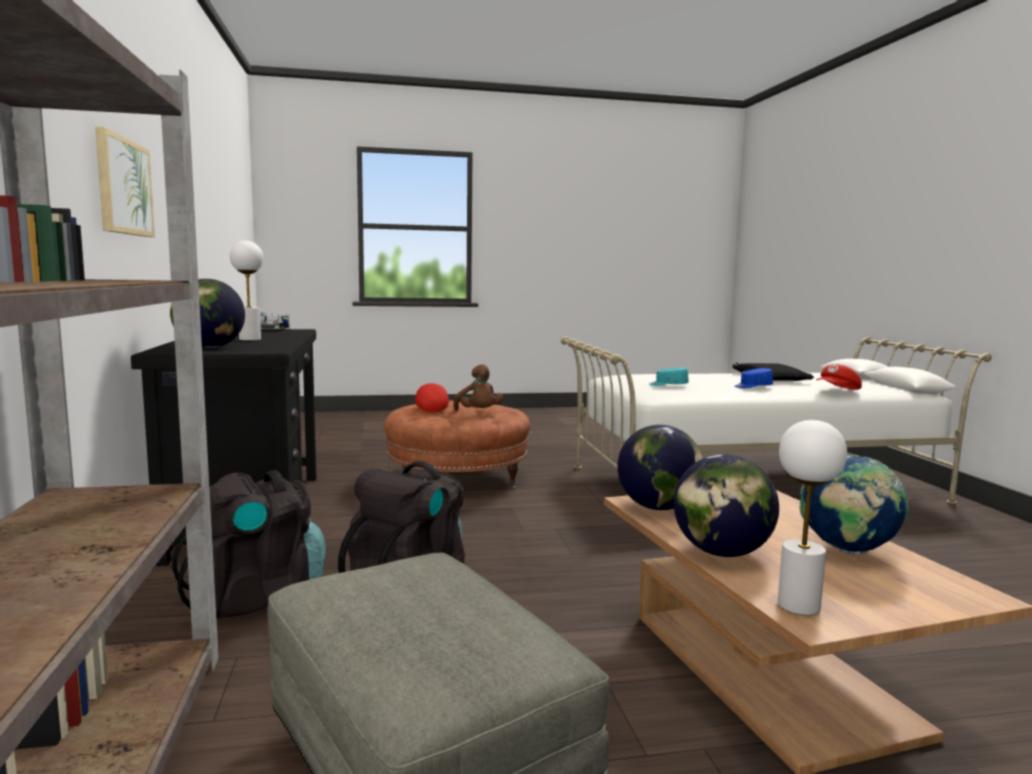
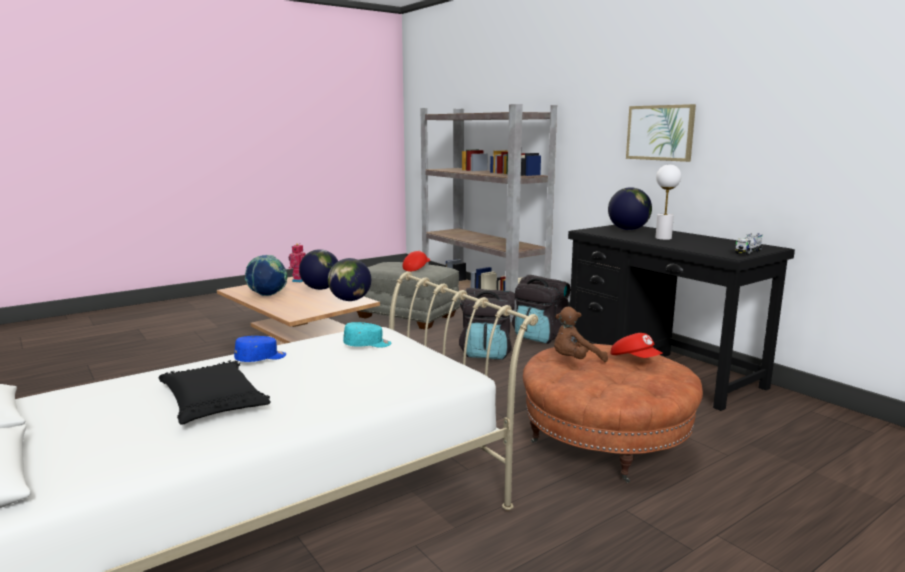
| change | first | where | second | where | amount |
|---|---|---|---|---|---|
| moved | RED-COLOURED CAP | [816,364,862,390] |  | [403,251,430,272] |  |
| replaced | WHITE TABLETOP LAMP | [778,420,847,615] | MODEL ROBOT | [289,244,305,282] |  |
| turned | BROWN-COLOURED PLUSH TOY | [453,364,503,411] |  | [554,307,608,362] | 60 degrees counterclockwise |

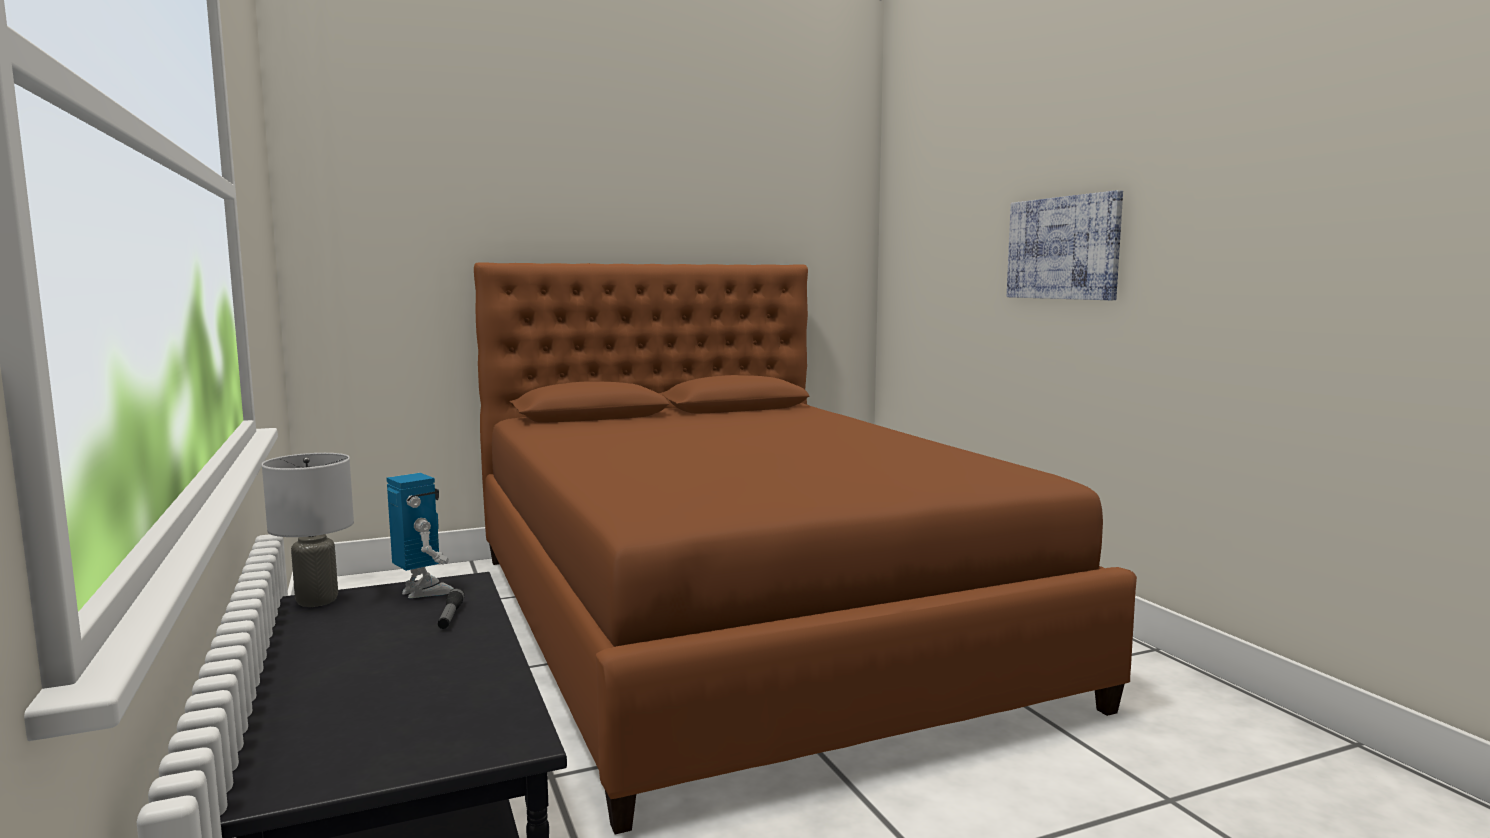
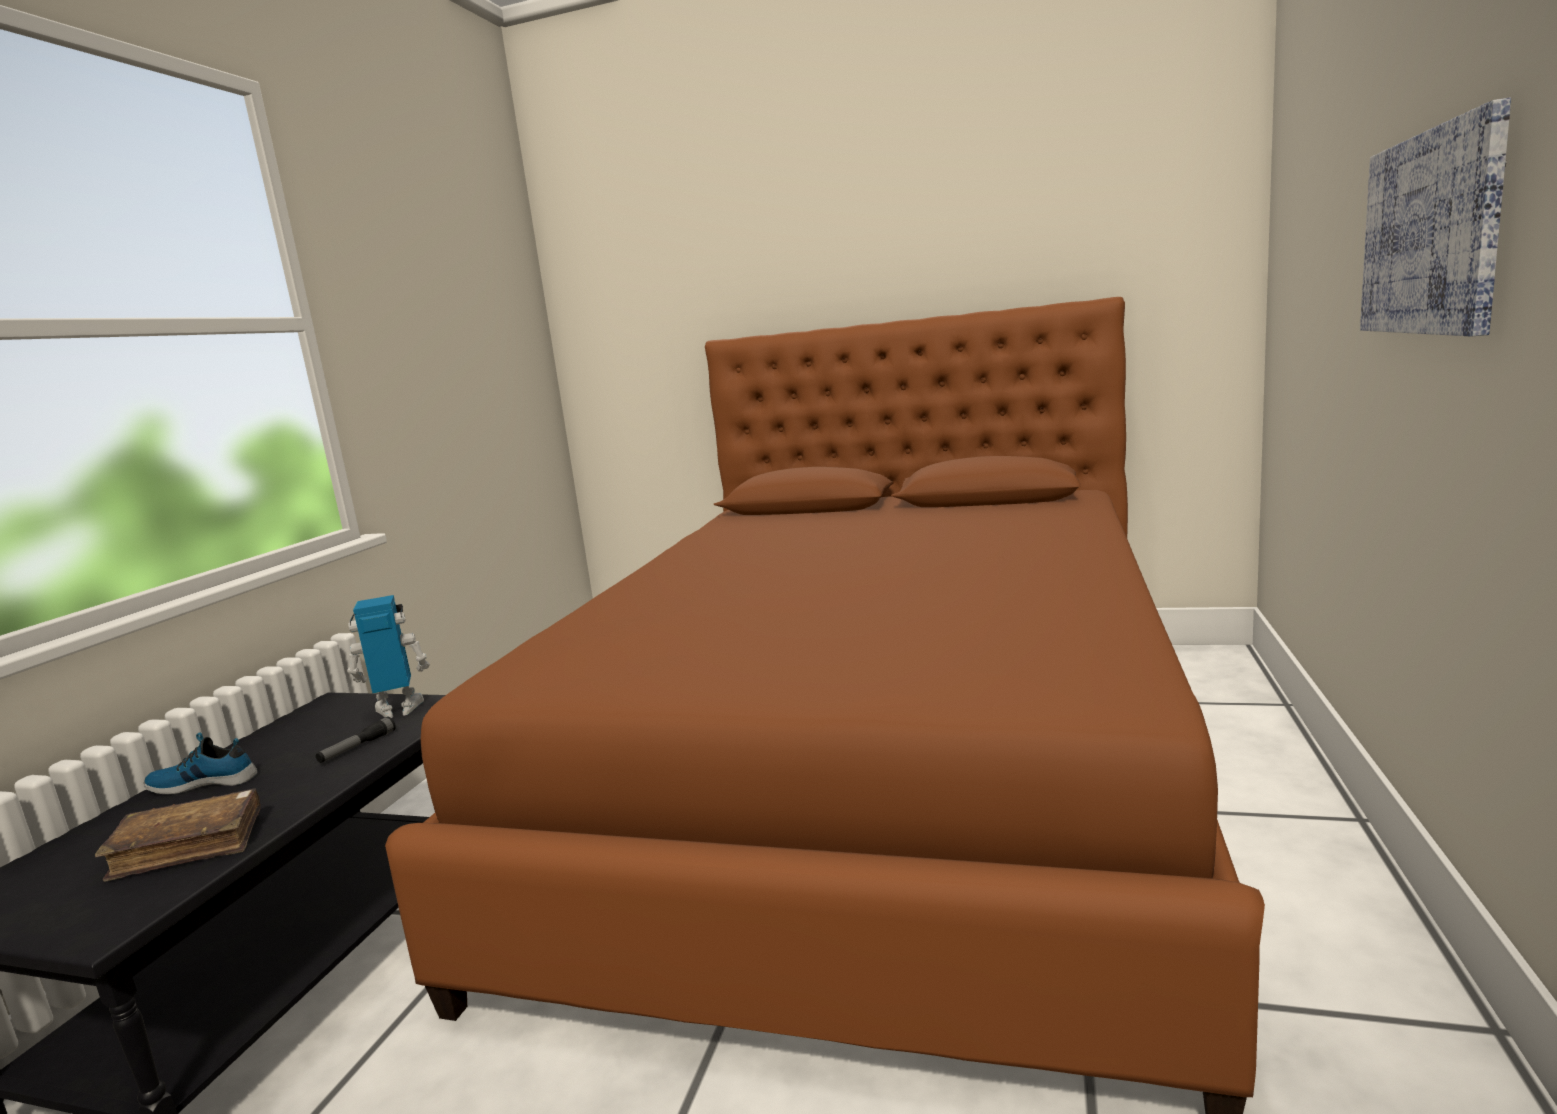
| change | first | where | second | where | amount |
|---|---|---|---|---|---|
| removed | WHITE TABLETOP LAMP | [262,453,354,607] |  |  |  |
| added |  |  | BROWN-COLOURED BOUND BOOK | [95,788,261,882] |  |
| added |  |  | SHOE | [144,733,258,794] |  |
| turned | MODEL ROBOT | [386,473,454,598] |  | [347,595,430,718] | 105 degrees counterclockwise |

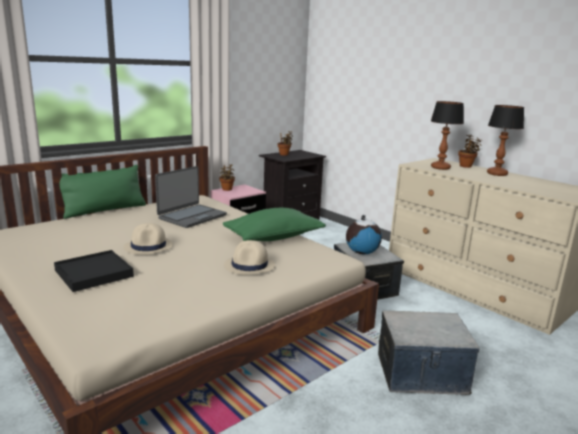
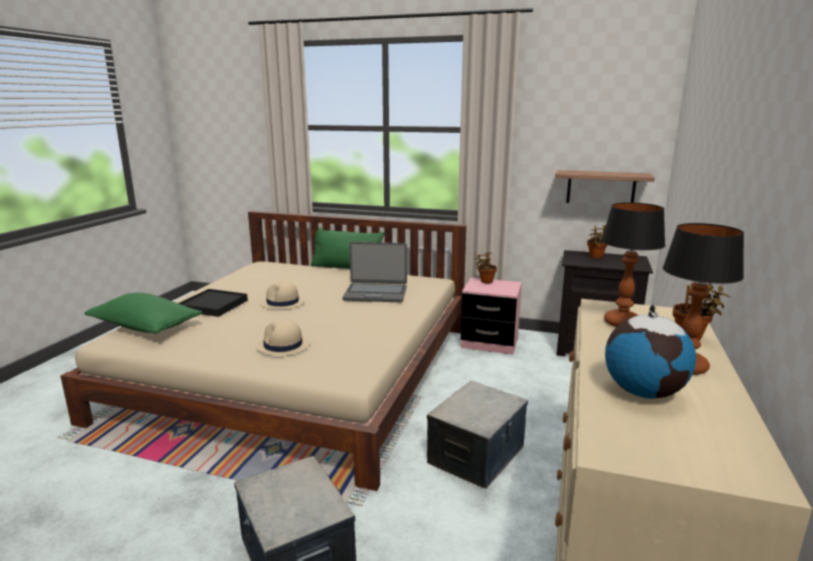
| change | first | where | second | where | amount |
|---|---|---|---|---|---|
| added |  |  | SHELF | [555,170,655,203] |  |
| moved | GREEN CUSHION | [223,208,326,241] |  | [85,293,202,334] |  |
| moved | WORLD GLOBE | [346,215,382,255] |  | [605,305,696,399] |  |

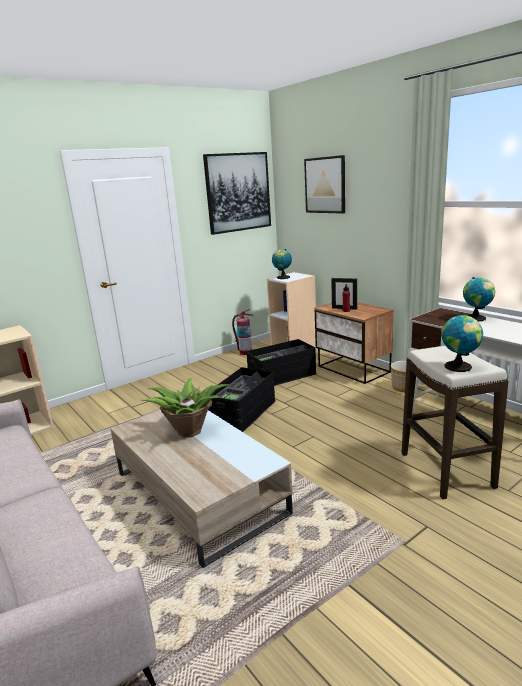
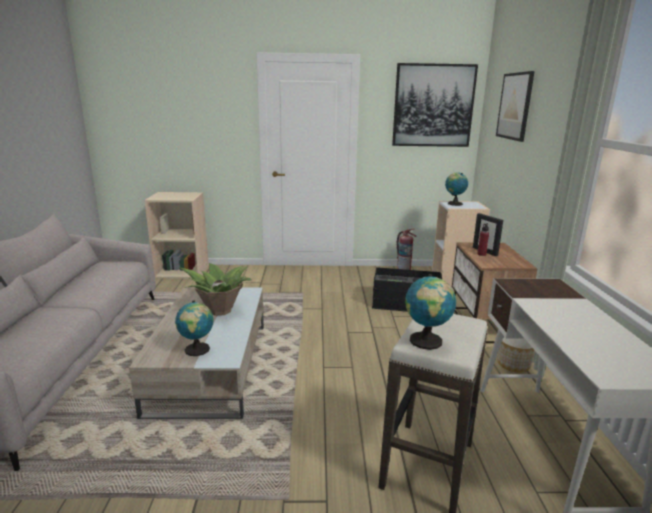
| change | first | where | second | where | amount |
|---|---|---|---|---|---|
| removed | BLACK-COLOURED STORAGE BOX | [208,367,276,432] |  |  |  |
| moved | WORLD GLOBE | [463,277,495,321] |  | [175,300,214,356] |  |

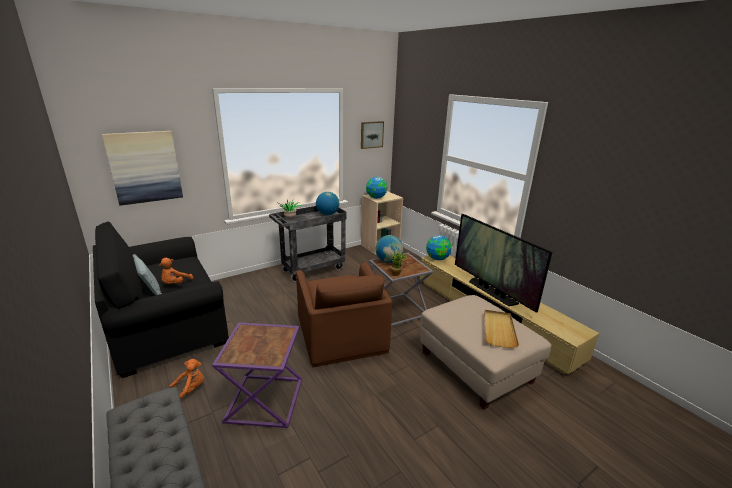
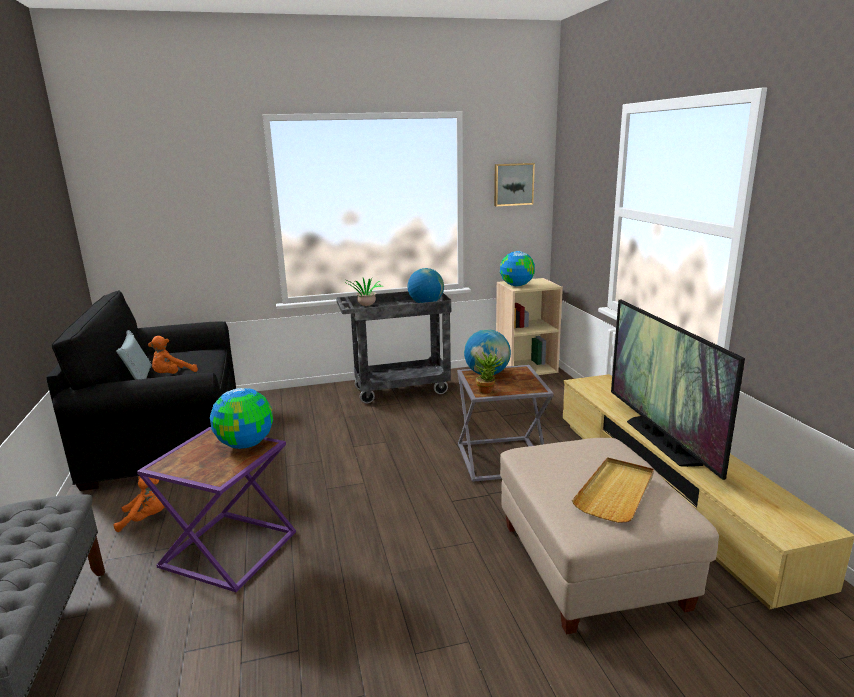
| change | first | where | second | where | amount |
|---|---|---|---|---|---|
| removed | WALL ART | [102,131,183,206] |  |  |  |
| removed | BROWN-COLOURED LOUNGE CHAIR | [296,262,392,368] |  |  |  |
| moved | WORLD GLOBE | [426,235,452,260] |  | [210,388,273,449] |  |

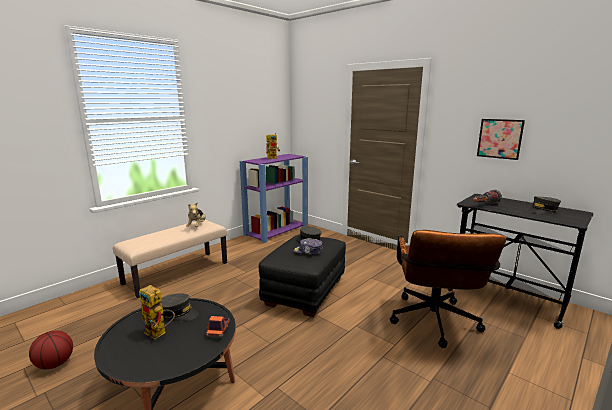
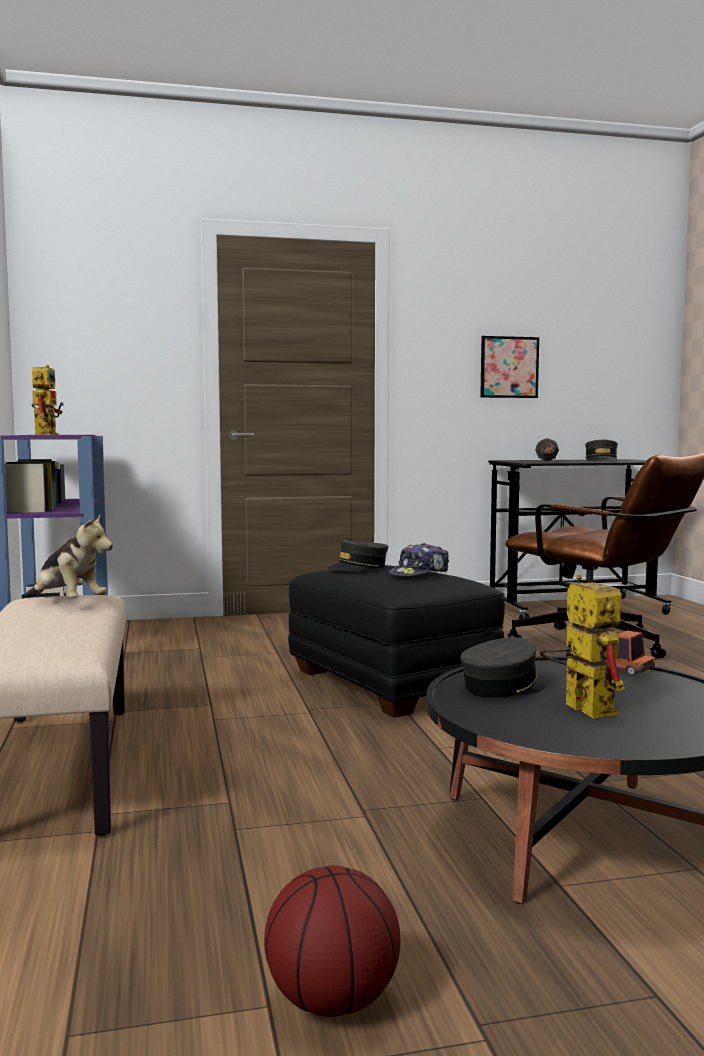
| change | first | where | second | where | amount |
|---|---|---|---|---|---|
| turned | MODEL ROBOT | [139,285,175,340] |  | [540,575,625,719] | 90 degrees counterclockwise |

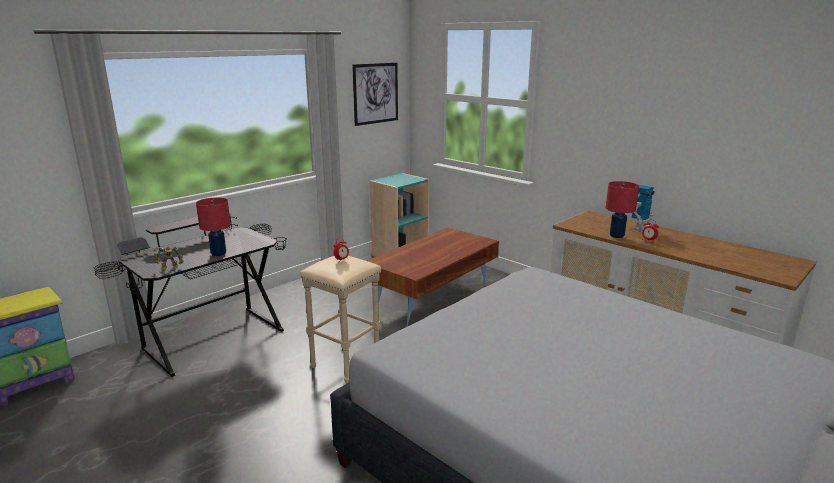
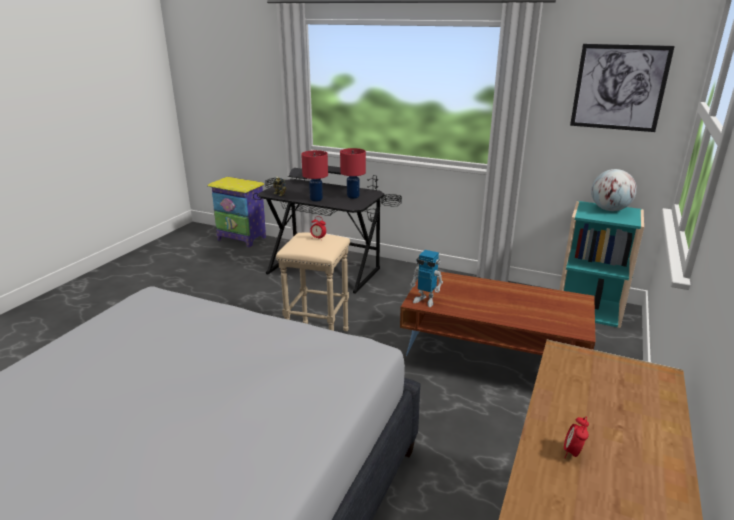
| change | first | where | second | where | amount |
|---|---|---|---|---|---|
| added |  |  | WORLD GLOBE | [591,169,637,211] |  |
| moved | RED-COLOURED TABLETOP LAMP | [606,181,639,238] |  | [340,148,366,199] |  |
| moved | MODEL ROBOT | [632,185,655,232] |  | [410,250,443,307] |  |

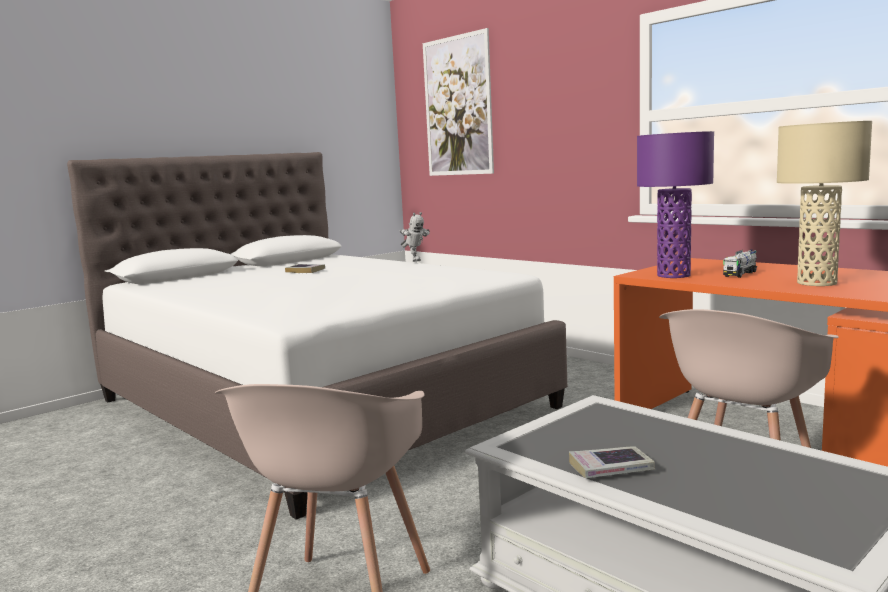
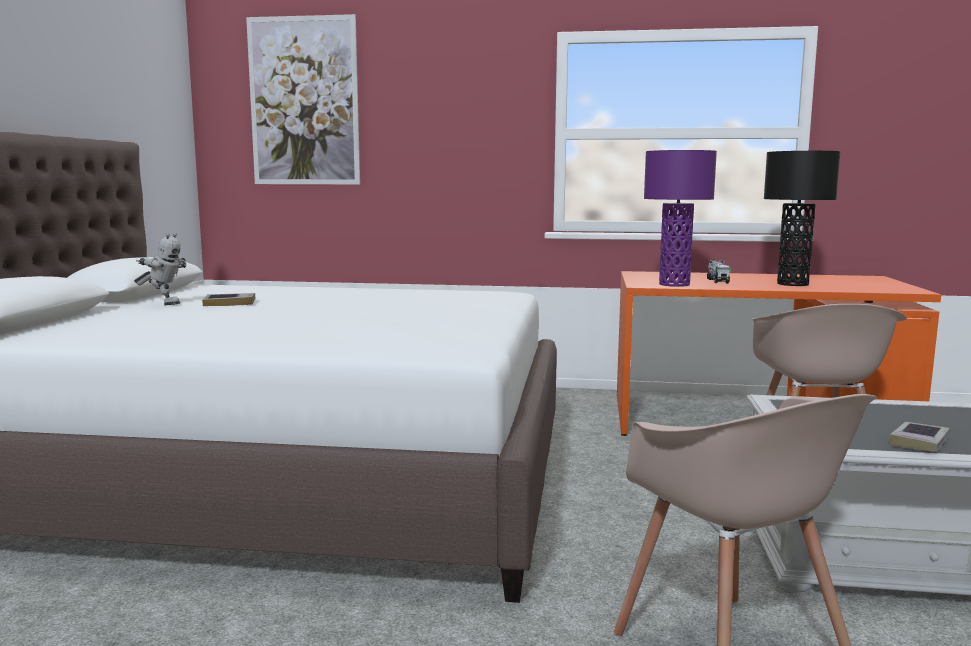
| change | first | where | second | where | amount |
|---|---|---|---|---|---|
| moved | MODEL ROBOT | [399,212,430,262] |  | [134,233,187,305] |  |
| recoloured | BEIGE-COLOURED TABLETOP LAMP | [777,121,872,286] | BLACK-COLOURED TABLETOP LAMP | [764,151,841,286] |  |

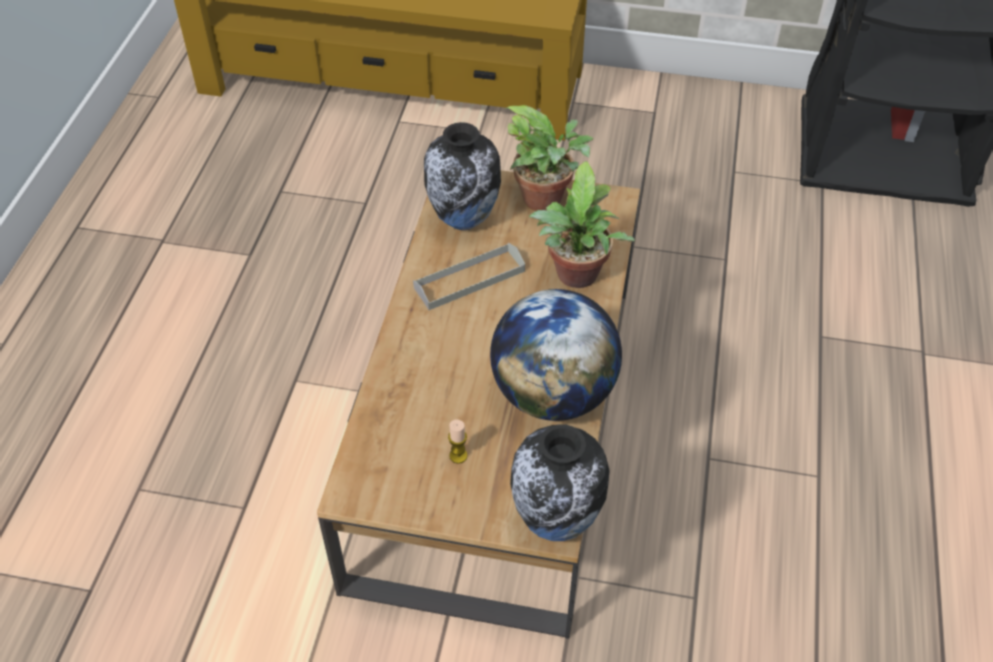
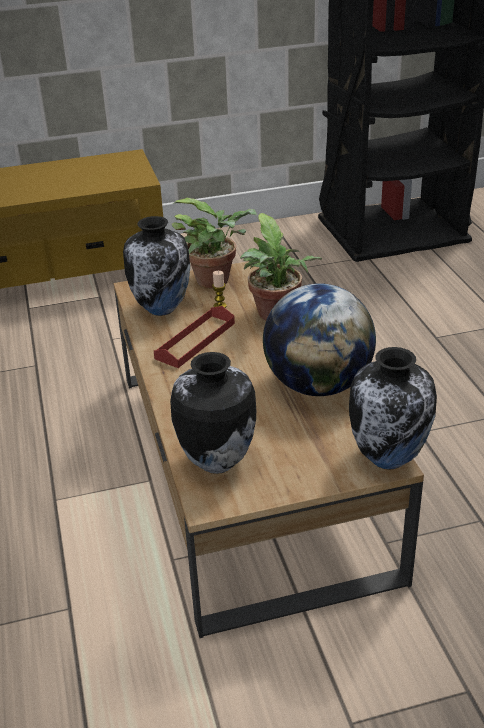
| change | first | where | second | where | amount |
|---|---|---|---|---|---|
| added |  |  | DECORATIVE VASE | [170,352,256,474] |  |
| moved | WAX LIGHT | [448,420,468,464] |  | [212,271,227,308] |  |
| recoloured | GRAY TRAY | [413,243,525,310] | RED-COLOURED TRAY | [154,306,235,368] |  |

